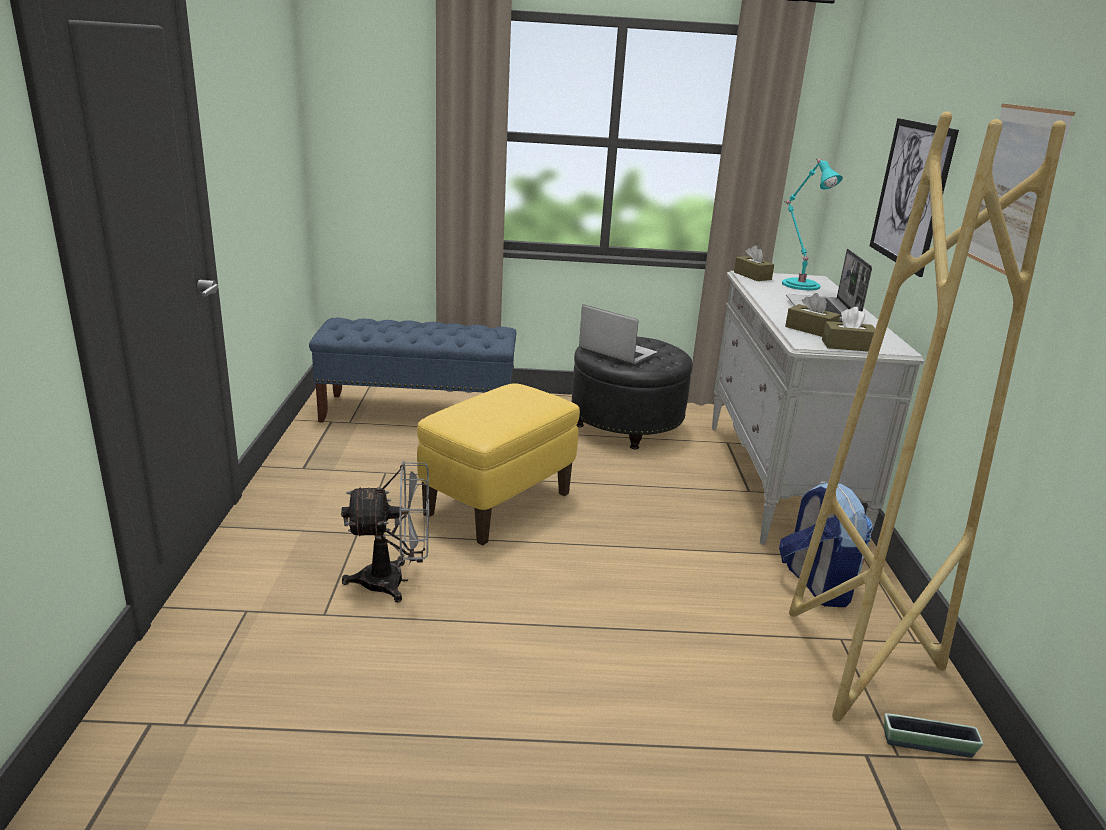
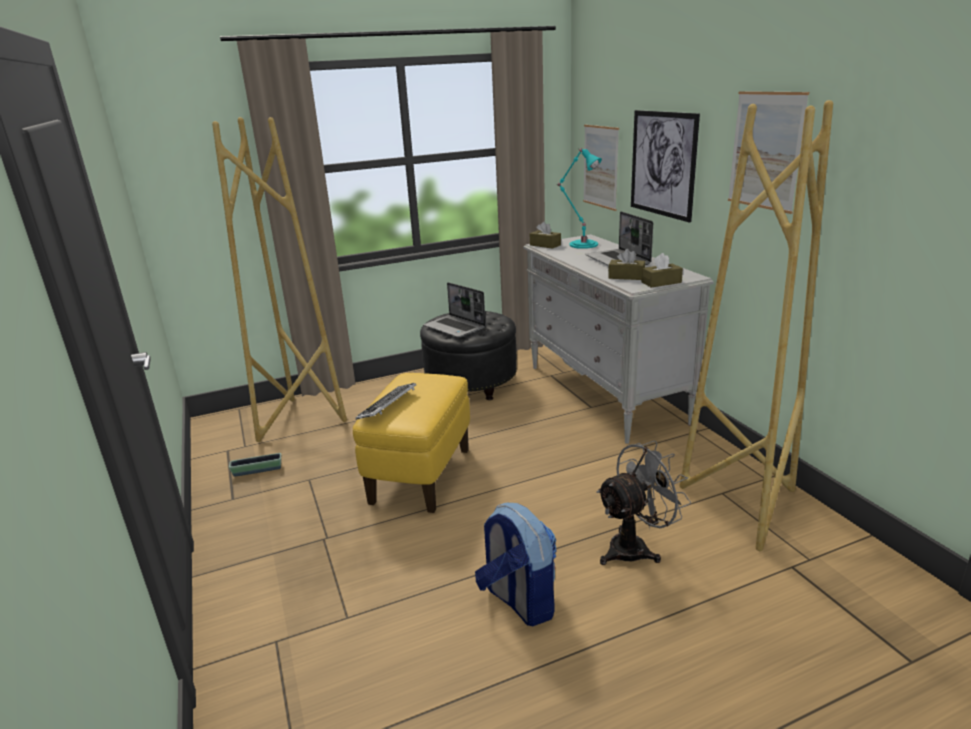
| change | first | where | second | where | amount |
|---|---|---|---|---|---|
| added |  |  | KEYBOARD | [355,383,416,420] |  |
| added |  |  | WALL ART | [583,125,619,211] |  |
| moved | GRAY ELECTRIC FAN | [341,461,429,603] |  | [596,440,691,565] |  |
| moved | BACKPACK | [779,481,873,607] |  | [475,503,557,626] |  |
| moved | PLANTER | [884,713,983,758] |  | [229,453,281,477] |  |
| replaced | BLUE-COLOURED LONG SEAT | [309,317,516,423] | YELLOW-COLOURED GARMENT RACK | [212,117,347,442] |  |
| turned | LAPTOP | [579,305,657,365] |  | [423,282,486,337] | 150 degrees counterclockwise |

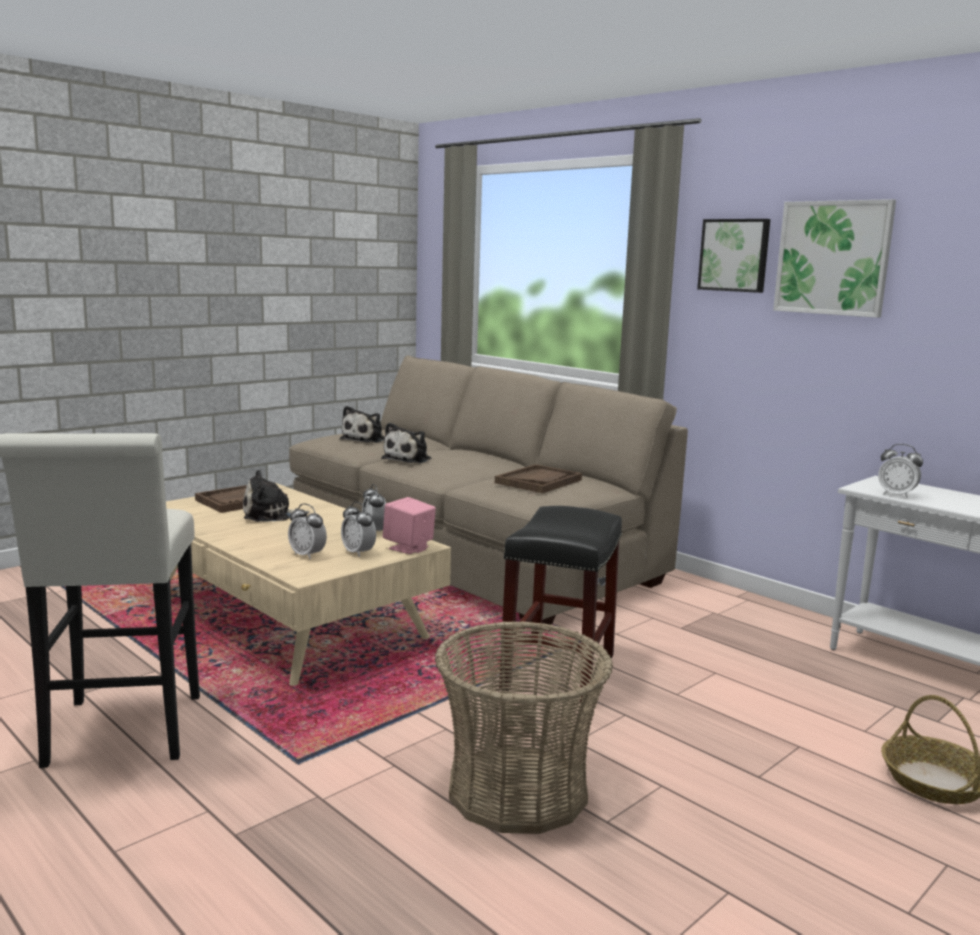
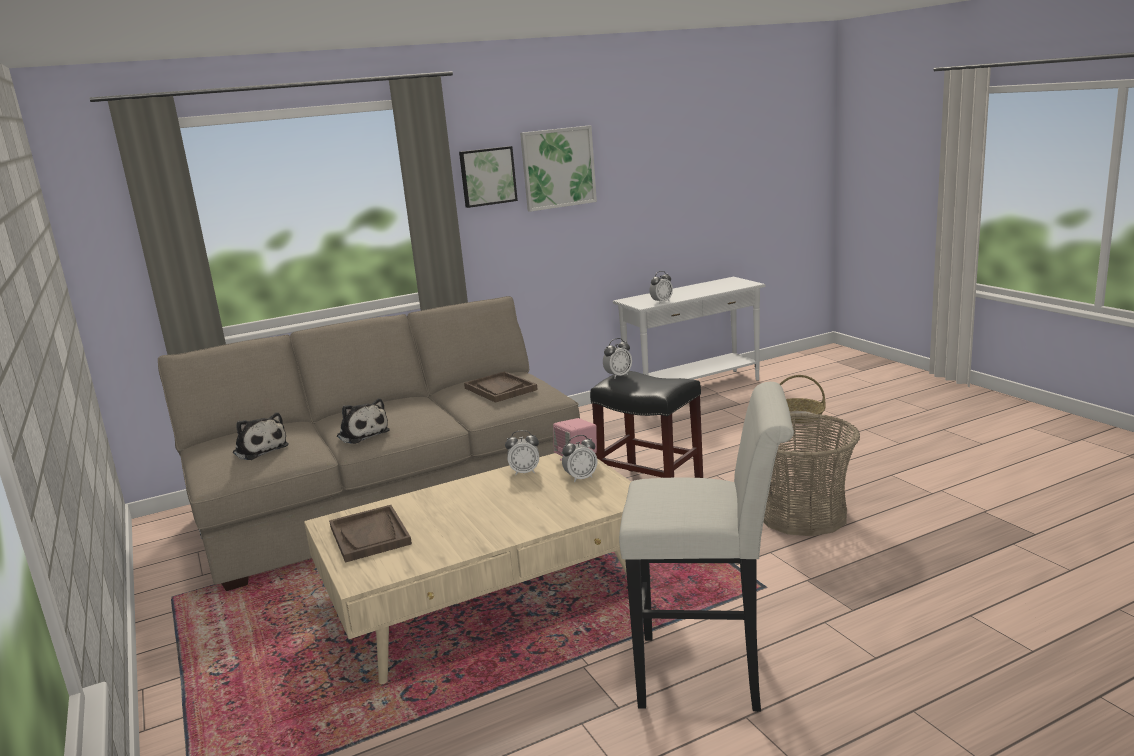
| change | first | where | second | where | amount |
|---|---|---|---|---|---|
| removed | PLUSH TOY | [243,470,310,522] |  |  |  |
| moved | ALARM CLOCK | [288,504,327,559] |  | [603,338,632,379] |  |

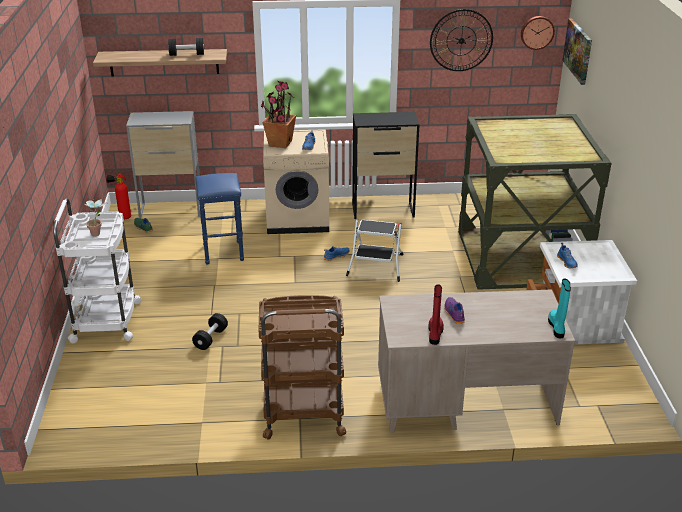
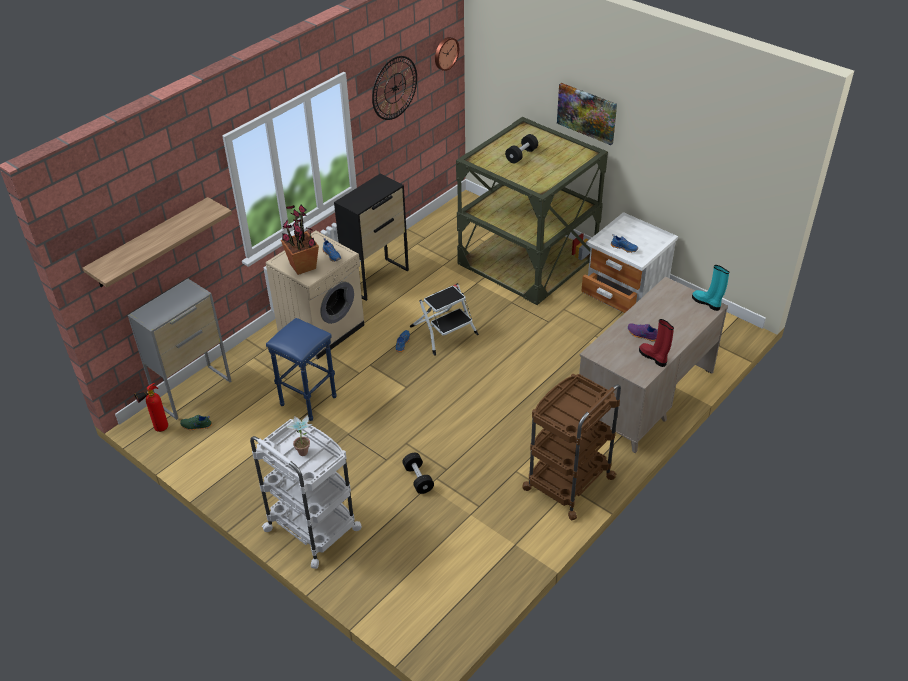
| change | first | where | second | where | amount |
|---|---|---|---|---|---|
| moved | BLACK-COLOURED DUMBBELL | [168,38,204,56] |  | [505,134,538,163] |  |
| moved | WALL ART | [562,18,592,85] |  | [557,83,617,145] |  |

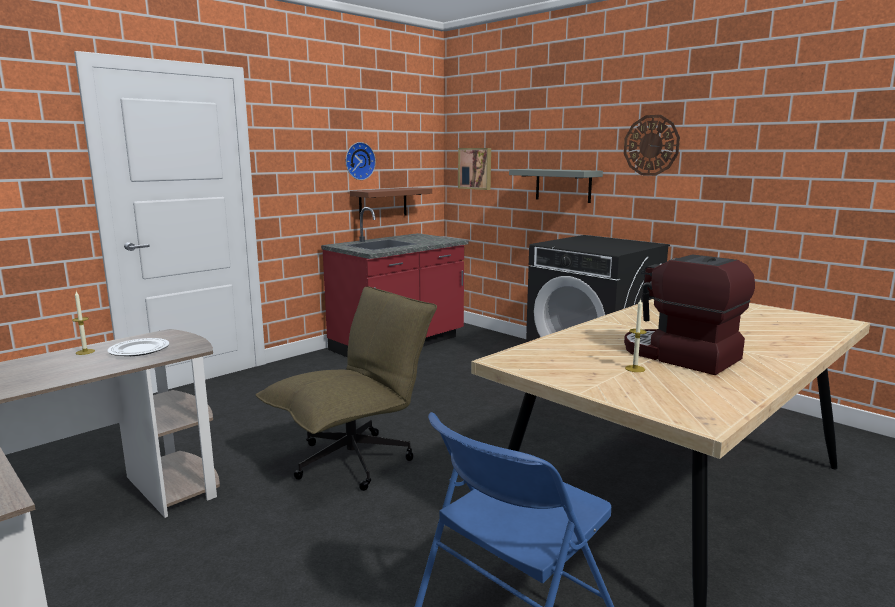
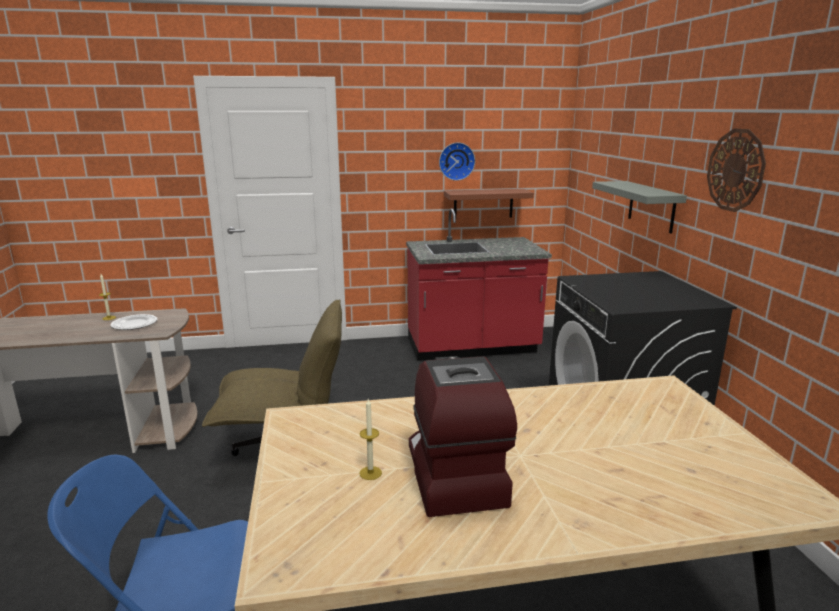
| change | first | where | second | where | amount |
|---|---|---|---|---|---|
| removed | WALL ART | [458,148,491,190] |  |  |  |

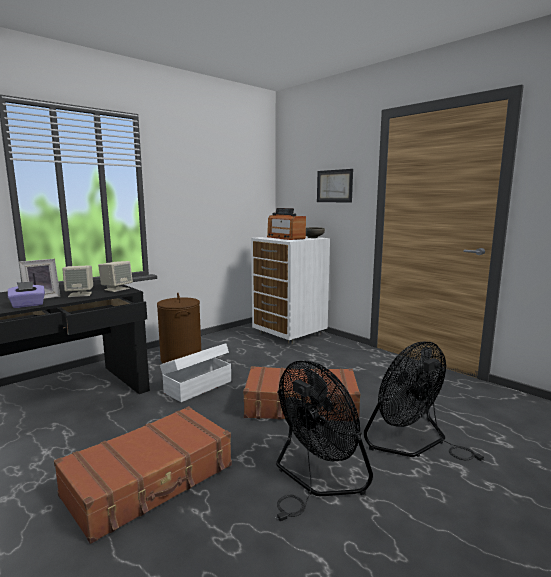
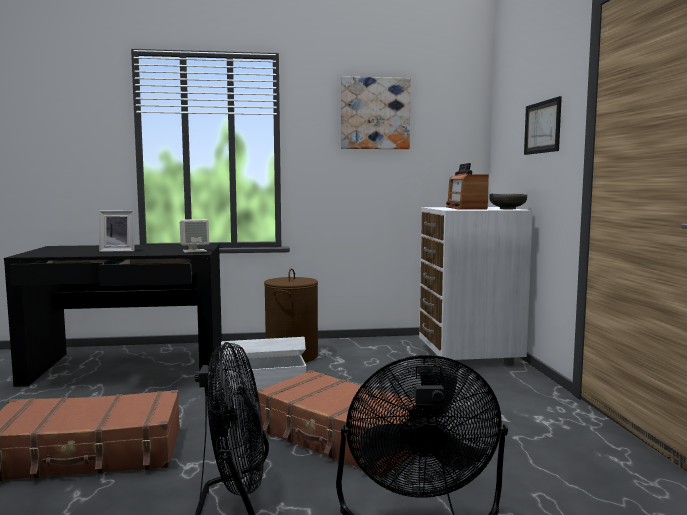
| change | first | where | second | where | amount |
|---|---|---|---|---|---|
| removed | PURPLE-COLOURED BOX OF TISSUES | [8,281,45,308] |  |  |  |
| removed | BEIGE-COLOURED AUDIO SPEAKER | [62,265,93,297] |  |  |  |
| added |  |  | WALL ART | [341,76,411,149] |  |

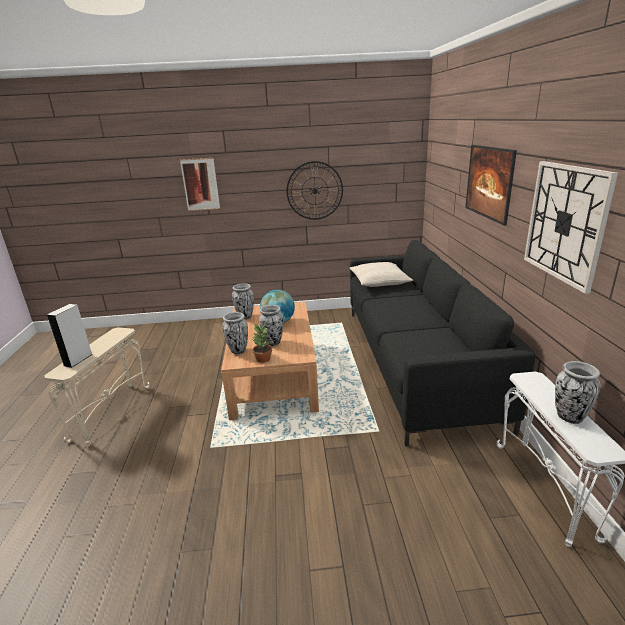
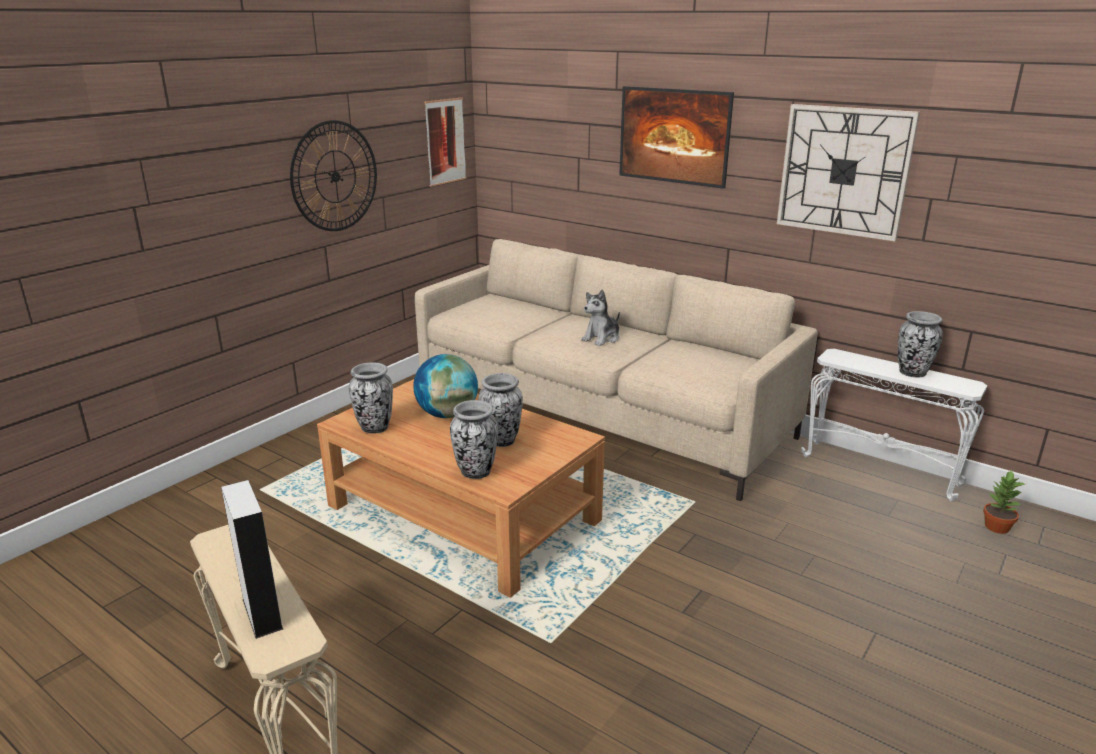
| change | first | where | second | where | amount |
|---|---|---|---|---|---|
| removed | BEIGE-COLOURED CUSHION | [350,262,413,287] |  |  |  |
| added |  |  | PLUSH TOY | [581,289,620,346] |  |
| moved | WALL ART | [180,158,220,211] |  | [425,98,466,187] |  |
| moved | PLANT IN A POT | [252,323,272,363] |  | [983,470,1025,534] |  |
| recoloured | BLACK-COLOURED COUCH | [350,240,536,447] | BEIGE-COLOURED COUCH | [415,239,817,501] |  |

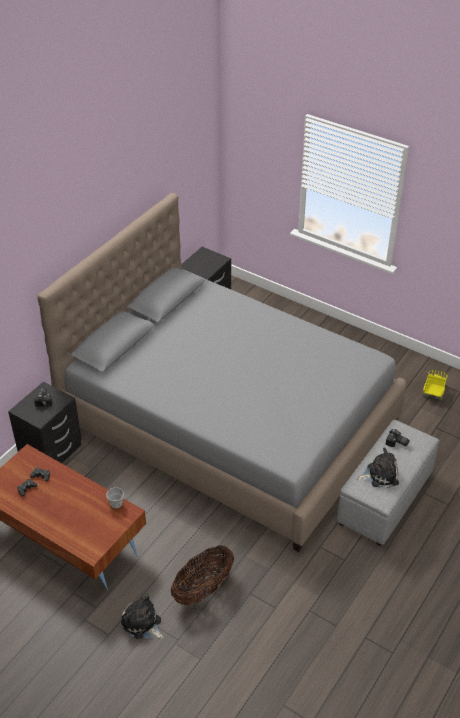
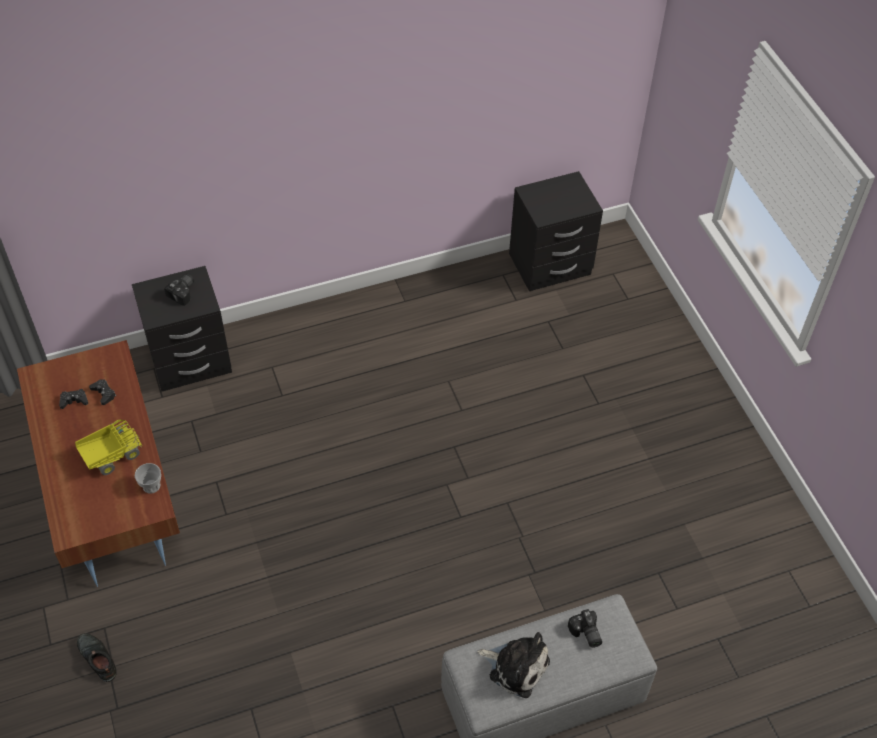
| change | first | where | second | where | amount |
|---|---|---|---|---|---|
| removed | GRAY BED | [37,193,407,552] |  |  |  |
| removed | HOUSEHOLD BASKET | [171,545,234,605] |  |  |  |
| moved | MODEL TRUCK | [423,370,448,400] |  | [75,419,142,475] |  |
| replaced | PLUSH TOY | [121,594,163,639] | BLACK-COLOURED SHOE | [77,633,117,682] |  |

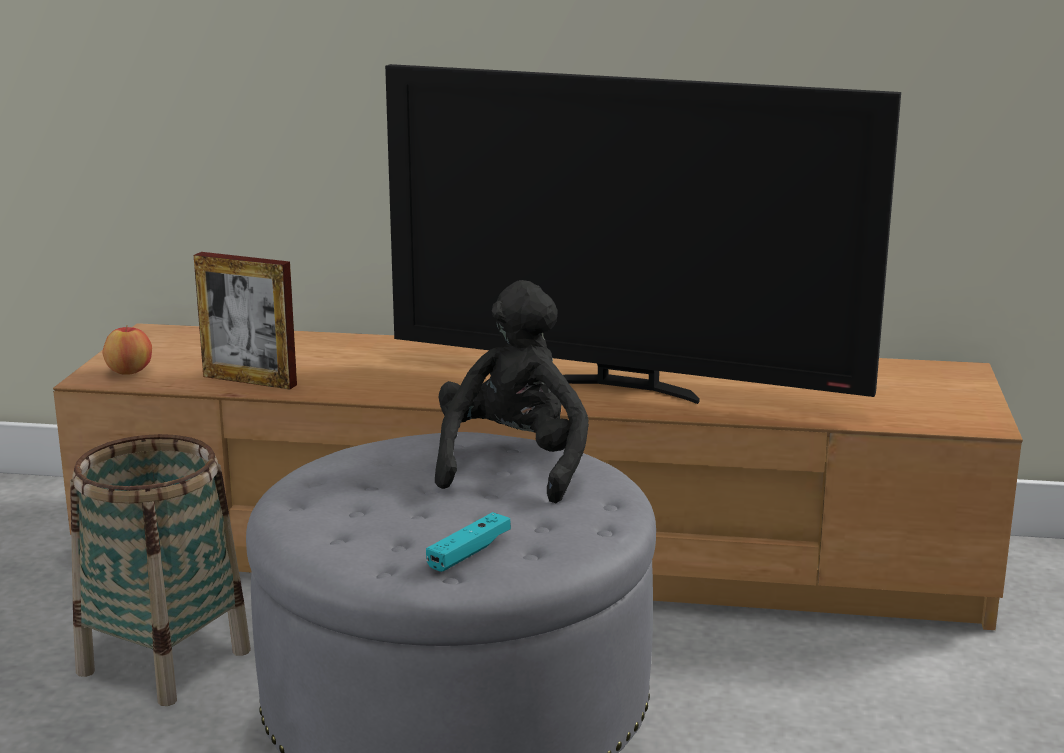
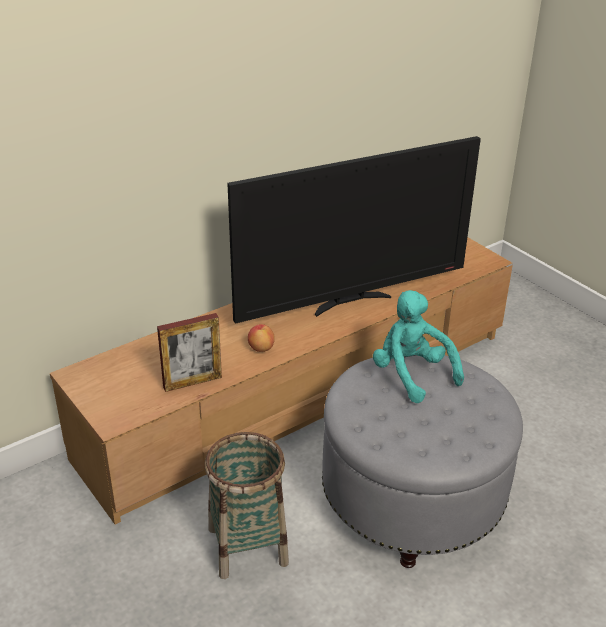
| change | first | where | second | where | amount |
|---|---|---|---|---|---|
| removed | TURQUOISE JOYPAD | [426,512,511,572] |  |  |  |
| moved | APPLE FRUIT | [102,324,152,375] |  | [248,324,275,352] |  |
| recoloured | BLACK-COLOURED PLUSH TOY | [435,280,589,503] | TURQUOISE PLUSH TOY | [373,290,464,403] |  |

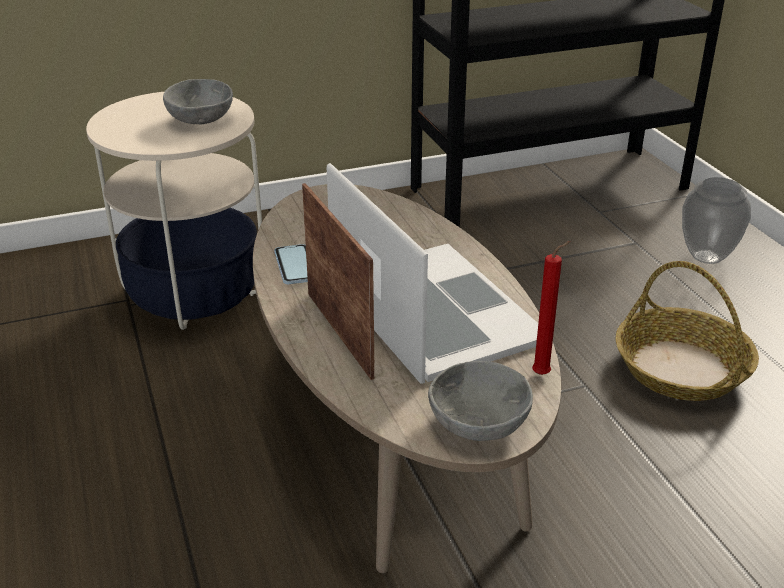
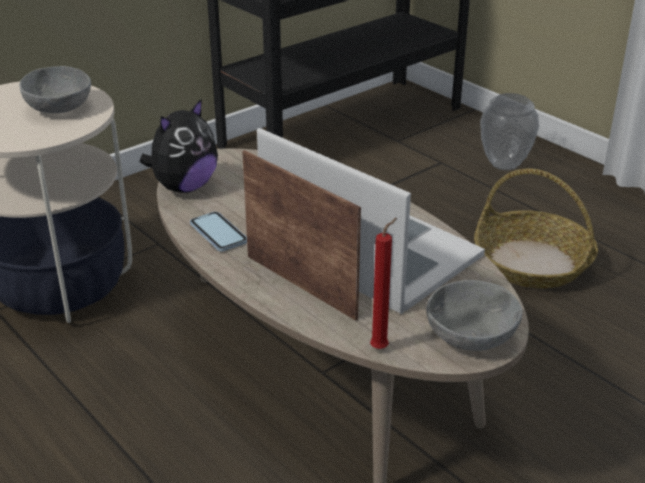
| change | first | where | second | where | amount |
|---|---|---|---|---|---|
| added |  |  | PLUSH TOY | [140,98,218,193] |  |
| moved | RED-COLOURED WAX LIGHT | [532,241,571,375] |  | [370,218,397,349] |  |

